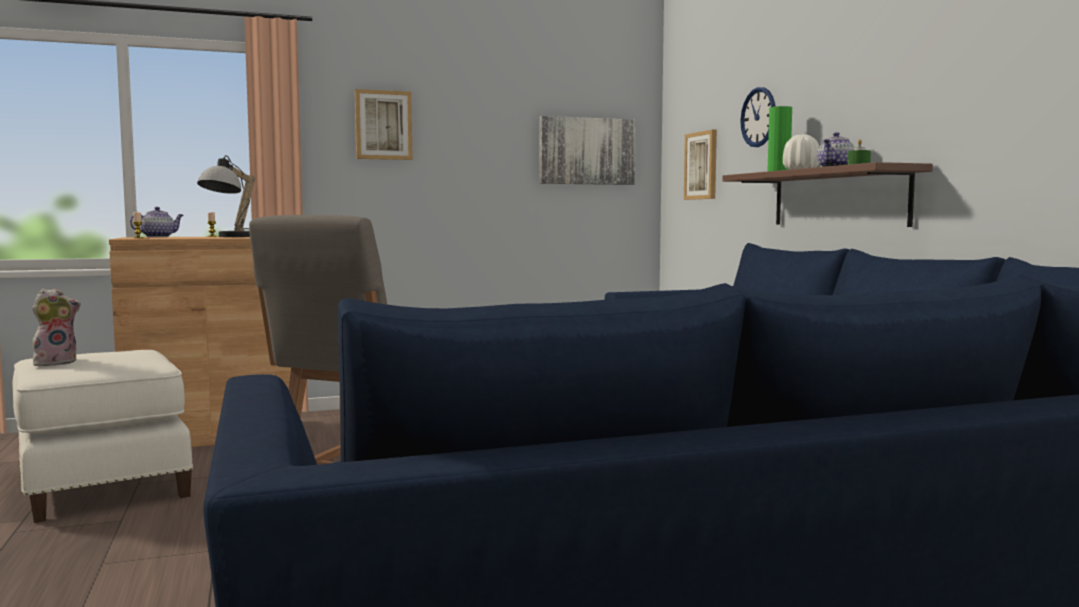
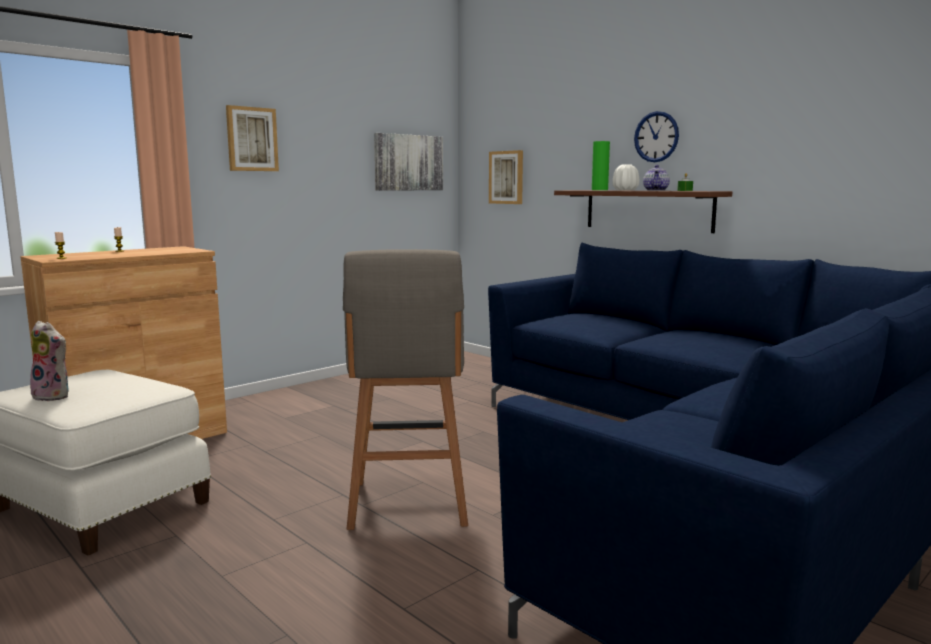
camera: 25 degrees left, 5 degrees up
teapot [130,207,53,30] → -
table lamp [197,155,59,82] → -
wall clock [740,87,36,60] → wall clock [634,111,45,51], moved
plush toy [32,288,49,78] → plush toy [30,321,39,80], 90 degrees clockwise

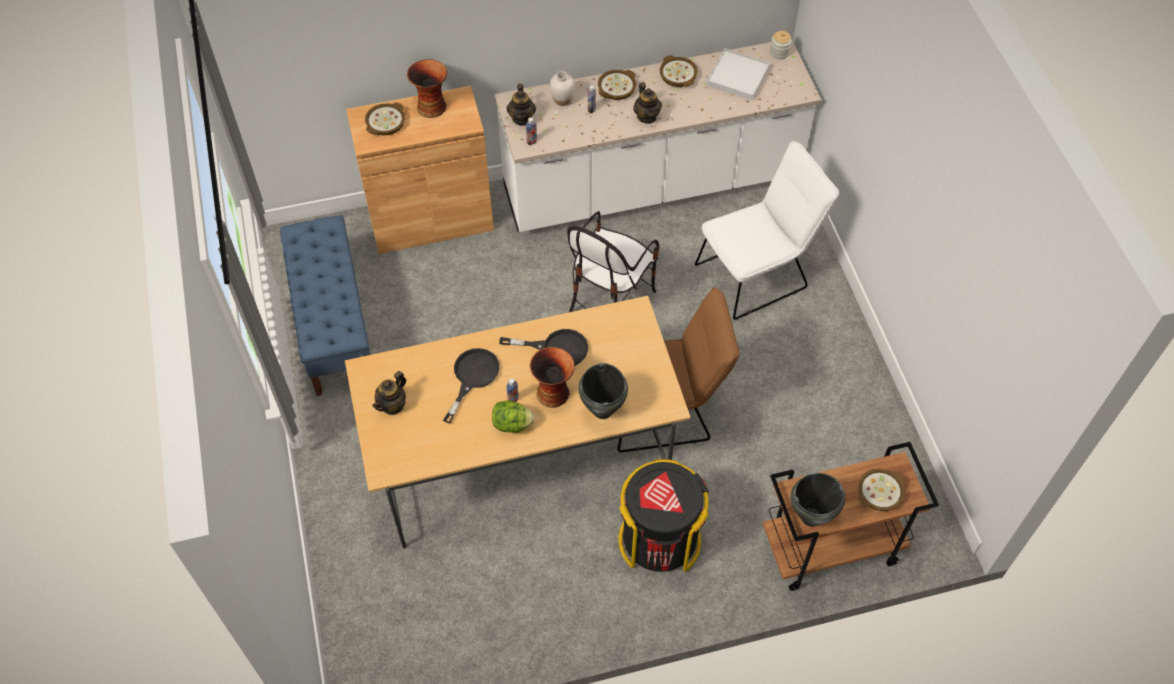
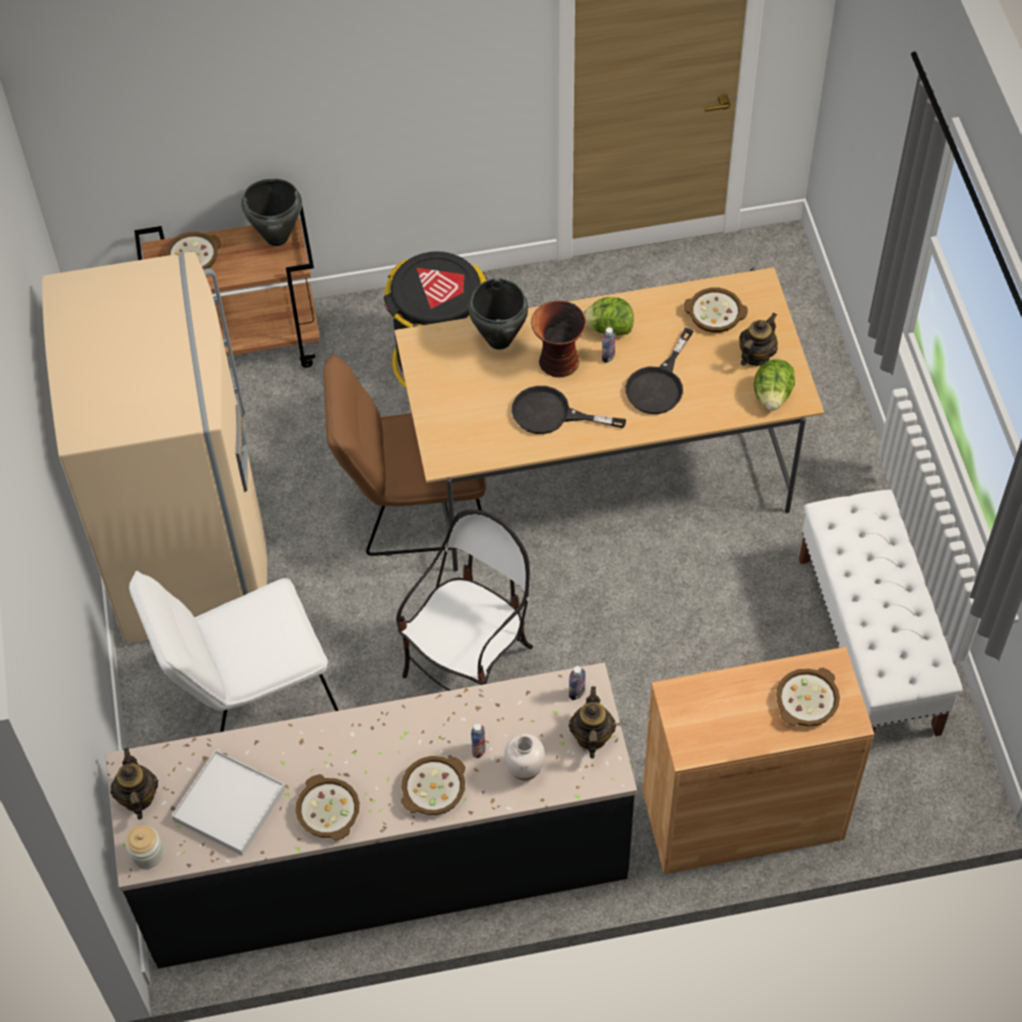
camera: 175 degrees left, 0 degrees up
vase [407,59,40,59] → -
- → beige fridge [42,252,225,392]
- → bowl [684,288,64,45]
- → lettuce [754,359,41,52]
teapot [633,82,29,42] → teapot [110,748,48,72], moved
blue bench [280,215,90,181] → white bench [799,489,164,247]
white counter [495,41,326,191] → black counter [105,663,532,306]

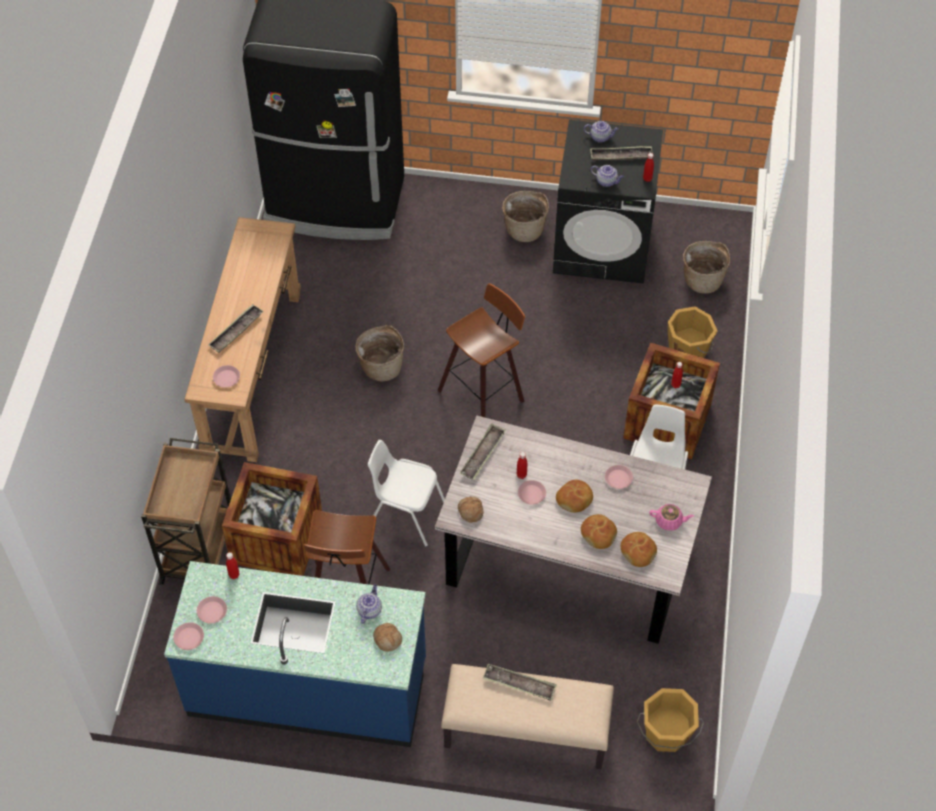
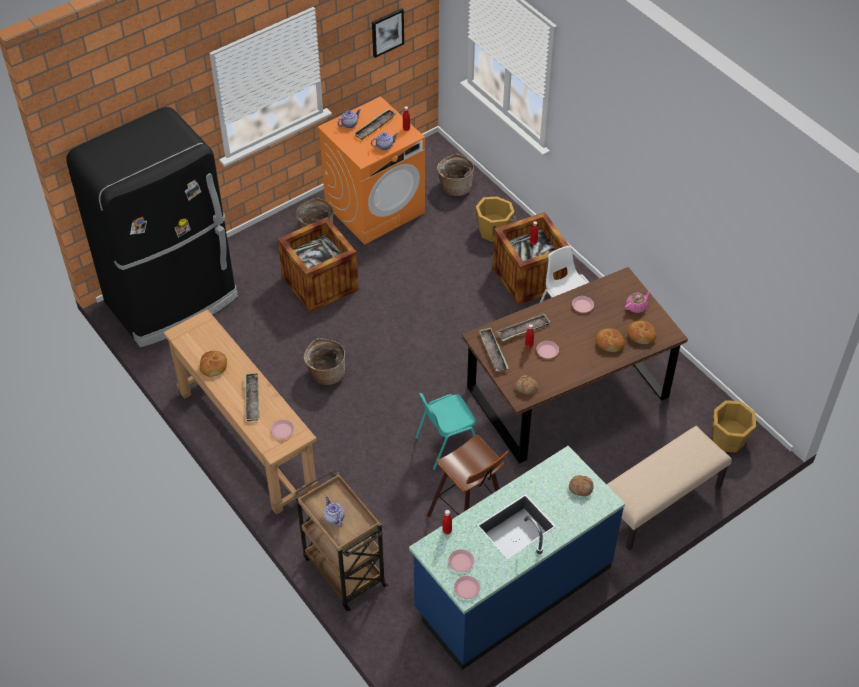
camera: 45 degrees left, 5 degrees down
stool [437,283,88,134] → -
- → picture [372,8,32,50]
crate [222,462,100,114] → crate [278,217,81,96], moved
teapot [356,584,26,40] → teapot [323,497,22,30], moved
tray [483,664,74,37] → tray [496,313,54,28], moved
bread [556,480,37,32] → bread [200,351,27,26], moved
white chair [368,440,77,107] → turquoise chair [415,393,61,77]
grey dining table [435,415,277,229] → brown dining table [462,267,226,196]
black washing machine [553,119,110,165] → orange washing machine [318,96,107,149]

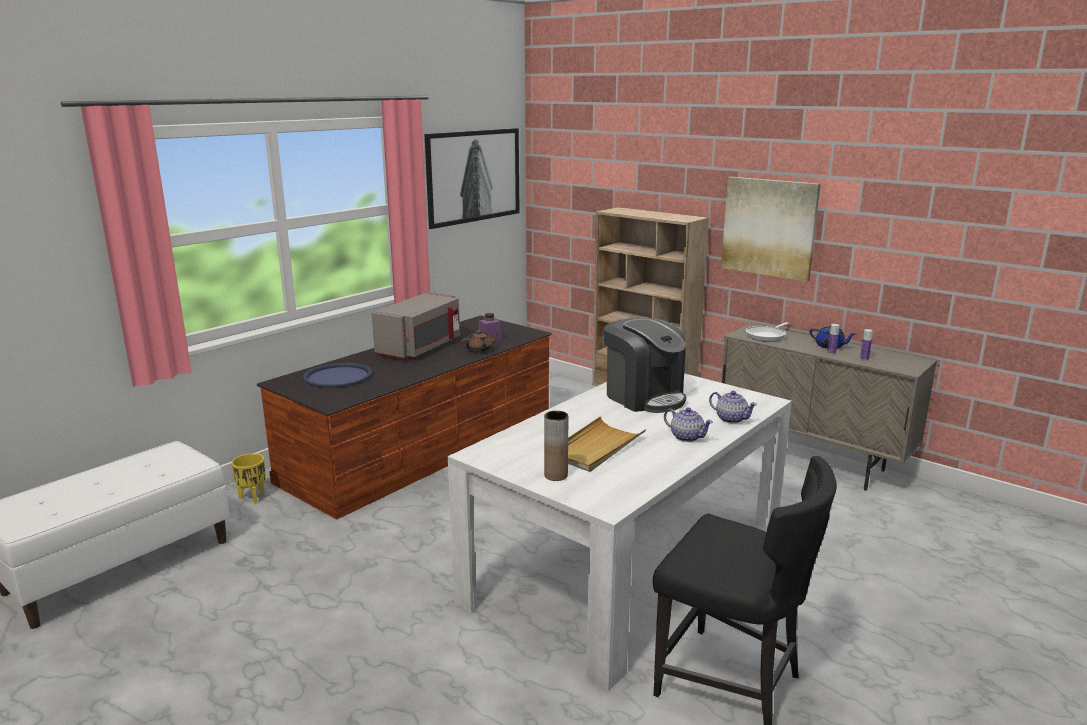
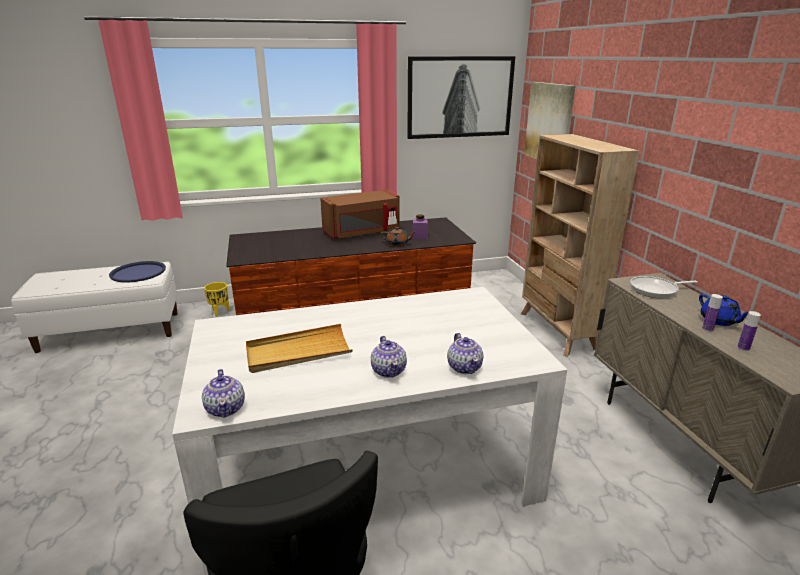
camera: 35 degrees right, 5 degrees up
brown vase [544,411,25,70] → -
coffee machine [604,317,82,96] → -
- → teapot [202,369,43,48]
blue tray [303,363,69,25] → blue tray [109,261,57,21], moved
picture [721,177,100,105] → picture [524,82,51,78], moved
grey microwave [372,292,88,67] → brown microwave [320,190,80,49]

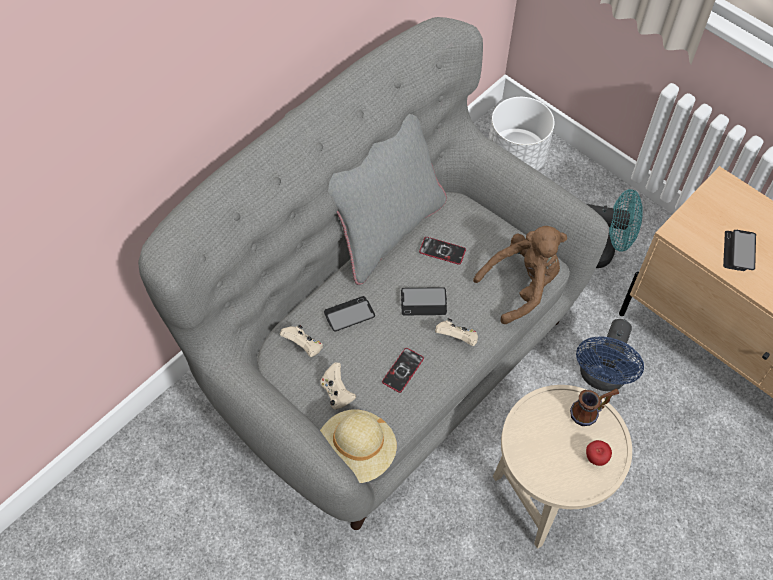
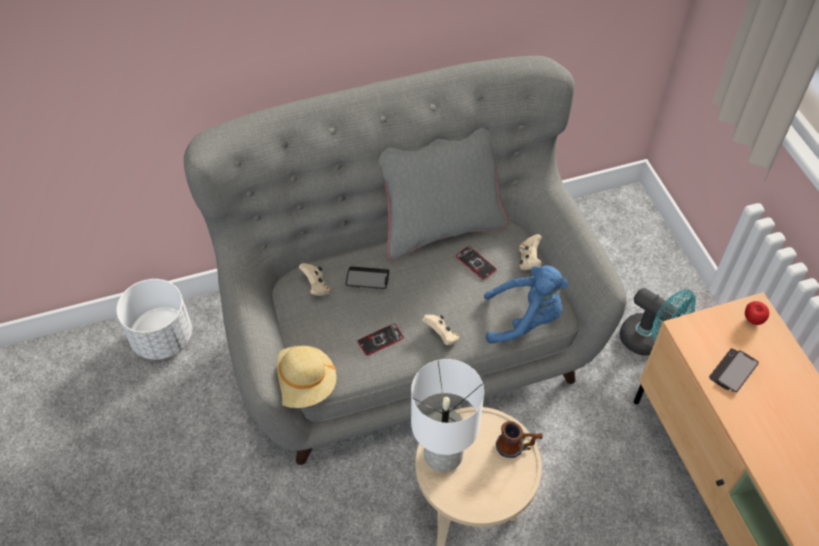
camera: 30 degrees right, 5 degrees down
phone [401,287,46,28] → -
blue fan [576,319,68,72] → -
- → white table lamp [411,359,73,113]
beige game controller [320,362,36,48] → beige game controller [519,234,23,36], moved
white planter [489,97,66,74] → white planter [116,279,76,81], moved
apple [586,440,26,26] → apple [745,301,24,24], moved
brown plush toy [473,226,94,98] → blue plush toy [484,265,84,79]

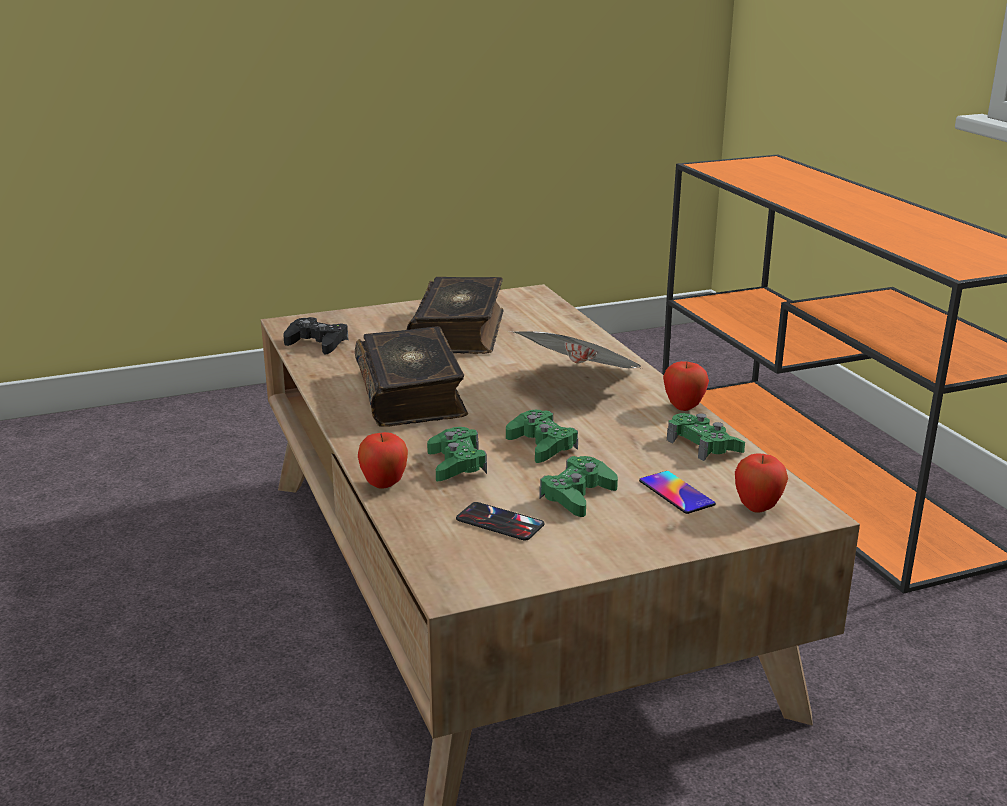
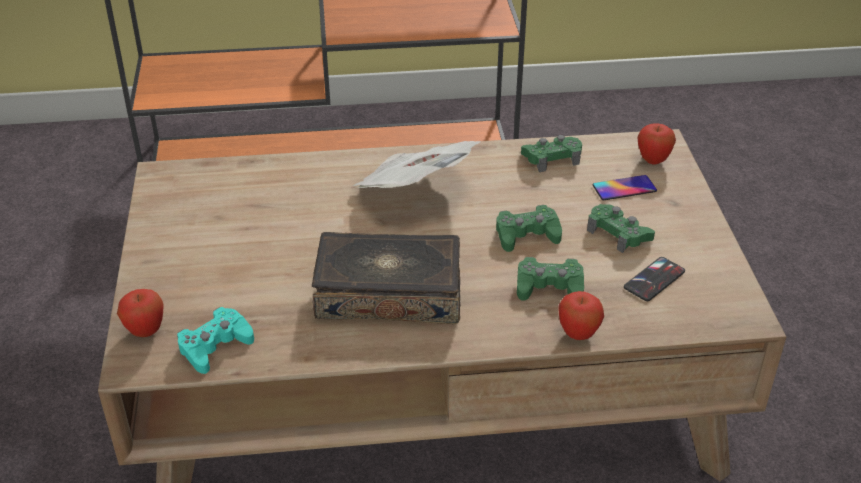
camera: 75 degrees left, 15 degrees up
book [407,277,97,77] → -
apple [663,361,46,50] → apple [117,289,47,48], moved
black game controller [283,317,65,38] → turquoise game controller [177,307,77,67]

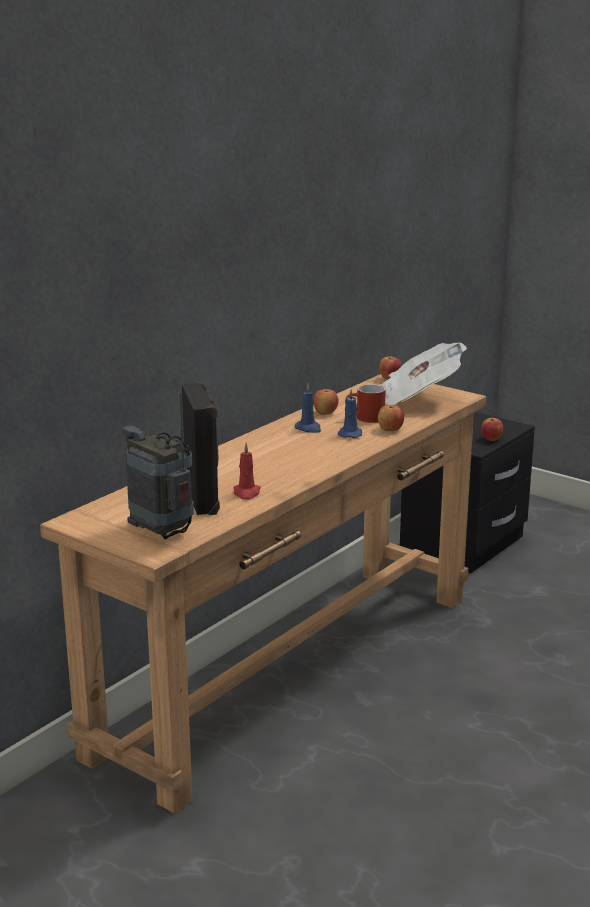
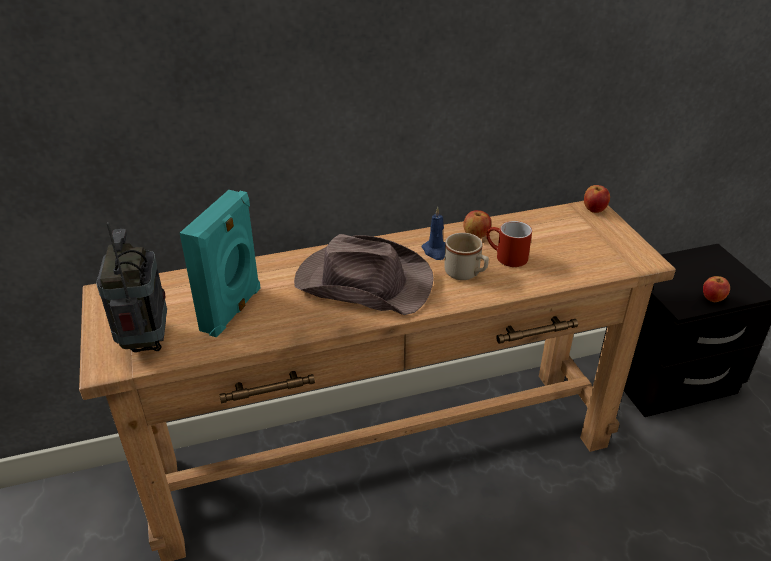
camera: 35 degrees right, 15 degrees up
red candle [234,443,27,57] → -
apple [378,405,26,26] → -
newspaper [380,343,87,62] → -
- → brown hat [294,234,140,81]
blue candle [338,389,24,49] → beige mug [444,233,45,47]
black speaker [182,381,38,134] → turquoise speaker [180,190,81,147]

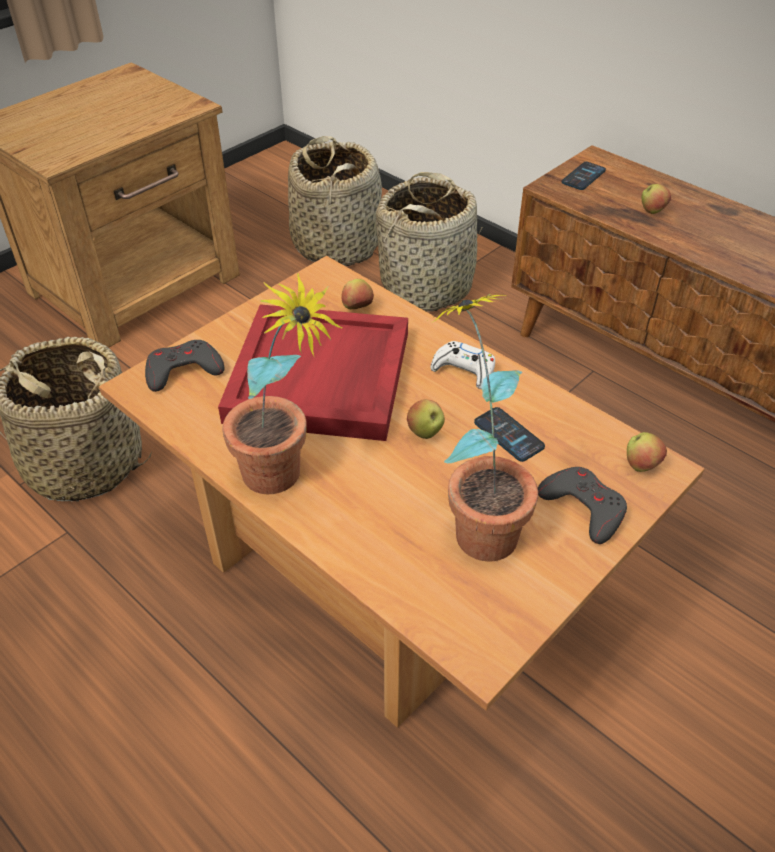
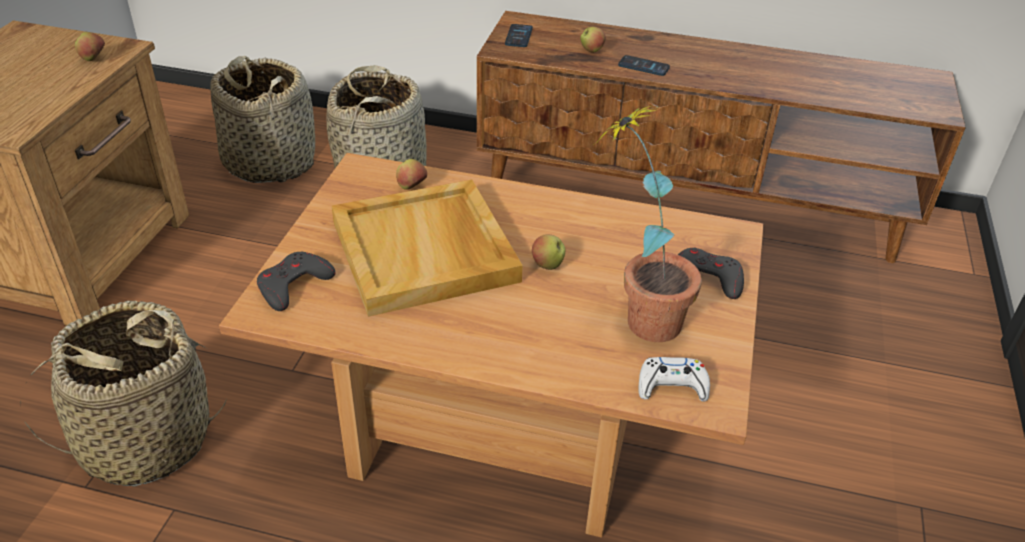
camera: 30 degrees left, 5 degrees down
potted plant [222,272,120,222] → -
white game controller [431,341,64,48] → white game controller [638,357,72,45], moved
phone [474,407,71,55] → phone [618,55,52,21], moved
apple [627,432,40,40] → apple [75,32,30,29], moved
red tray [218,304,190,137] → beige tray [332,180,191,137]

